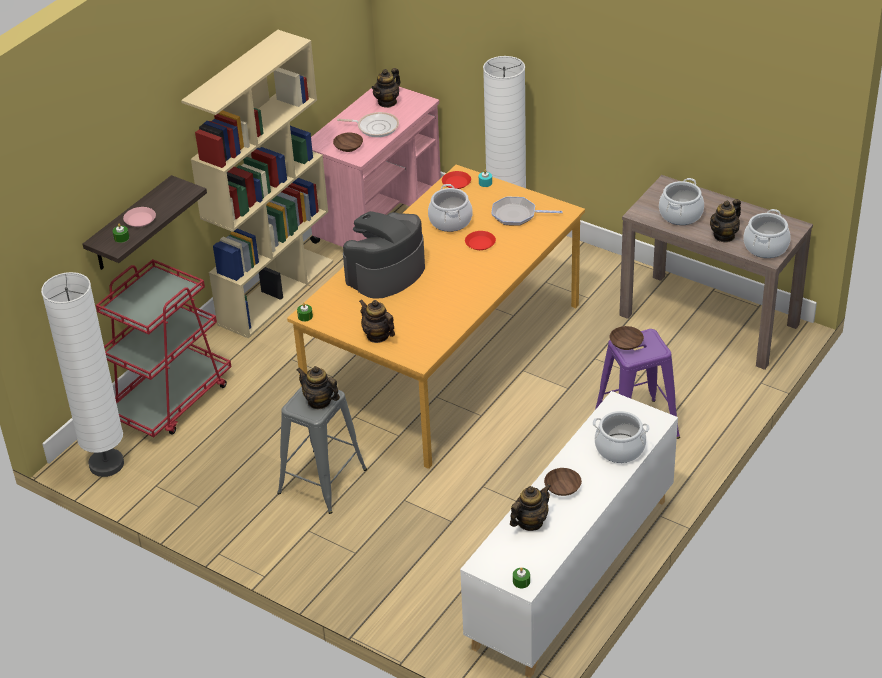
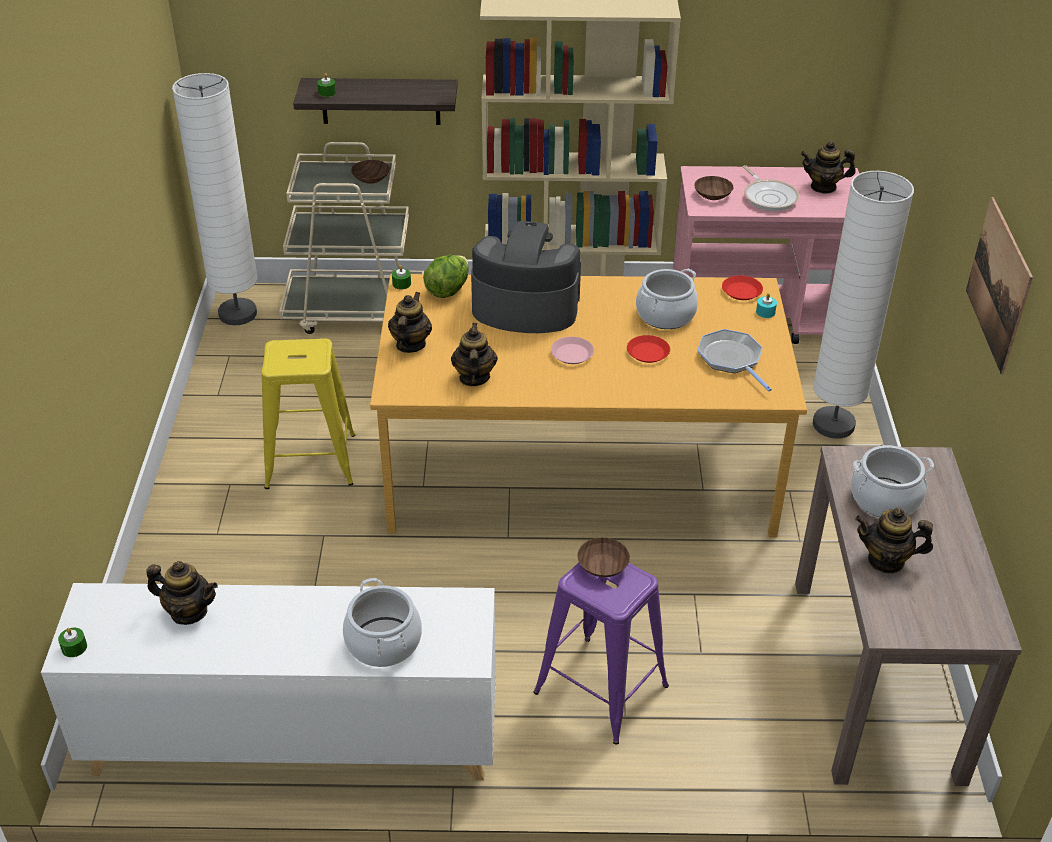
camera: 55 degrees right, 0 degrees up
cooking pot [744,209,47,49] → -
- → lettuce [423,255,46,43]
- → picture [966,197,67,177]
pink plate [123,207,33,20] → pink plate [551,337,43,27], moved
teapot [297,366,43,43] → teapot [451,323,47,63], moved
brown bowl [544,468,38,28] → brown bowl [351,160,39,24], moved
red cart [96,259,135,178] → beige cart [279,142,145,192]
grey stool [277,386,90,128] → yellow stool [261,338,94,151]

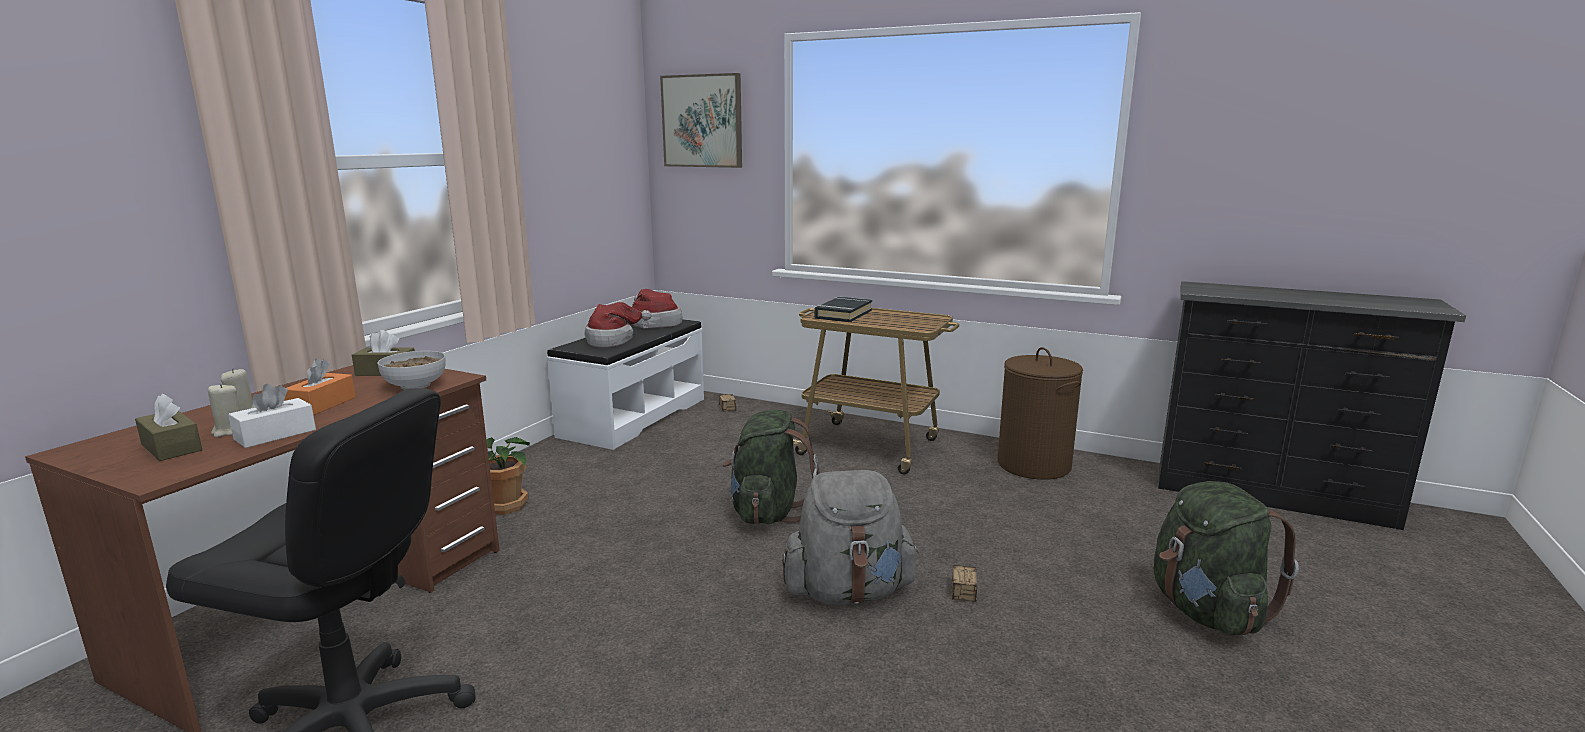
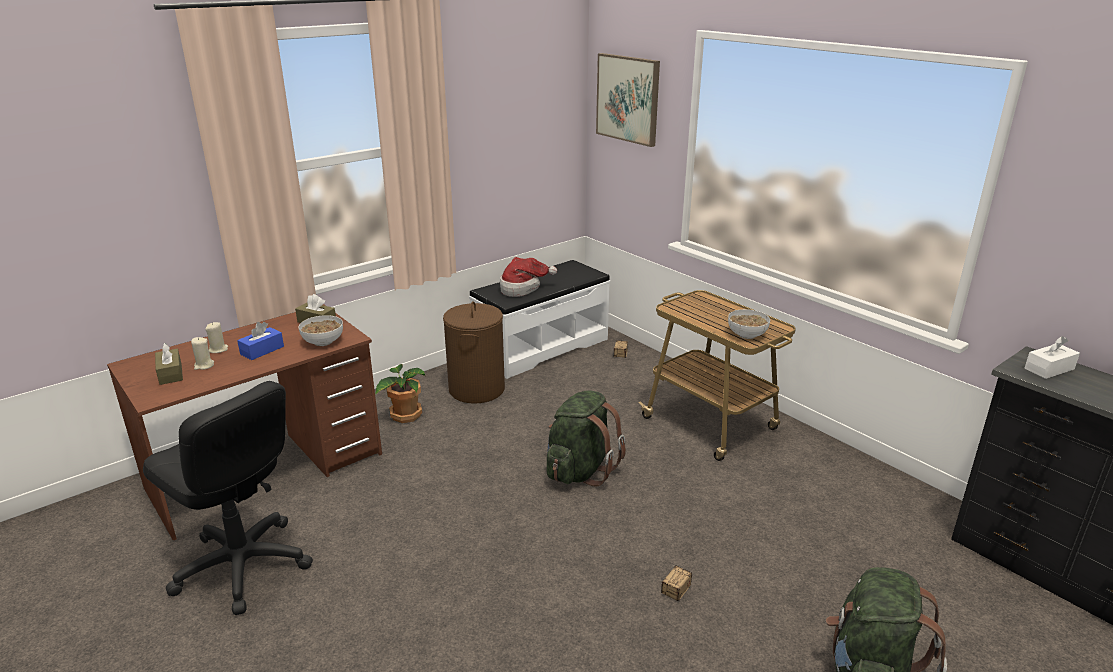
camera: 25 degrees right, 10 degrees up
hat [632,289,51,39] → -
grey backpack [782,470,137,135] → -
black book [815,297,58,25] → -
- → bowl [728,309,42,30]
white tissue box [228,384,88,64] → white tissue box [1025,336,55,43], moved
brown laundry basket [997,347,86,133] → brown laundry basket [443,301,62,103], moved
orange tissue box [284,358,72,57] → blue tissue box [237,322,47,38]

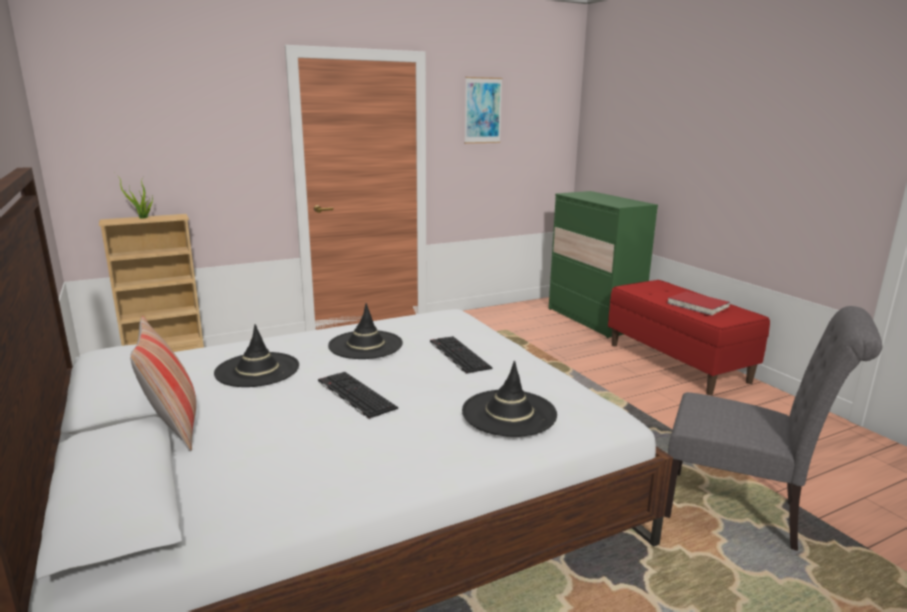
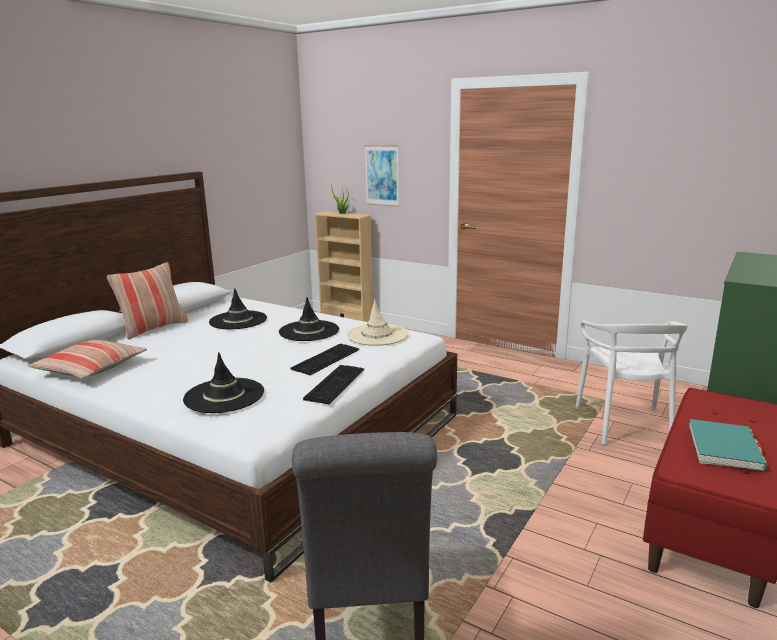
camera: 60 degrees right, 0 degrees up
- → pillow [28,339,119,40]
- → beige hat [347,300,61,46]
- → white chair [575,321,113,124]
keyboard [318,372,80,47] → keyboard [303,365,61,39], moved
picture [464,77,39,67] → picture [365,145,34,62], moved
red book [668,291,62,24] → turquoise book [689,419,78,52]

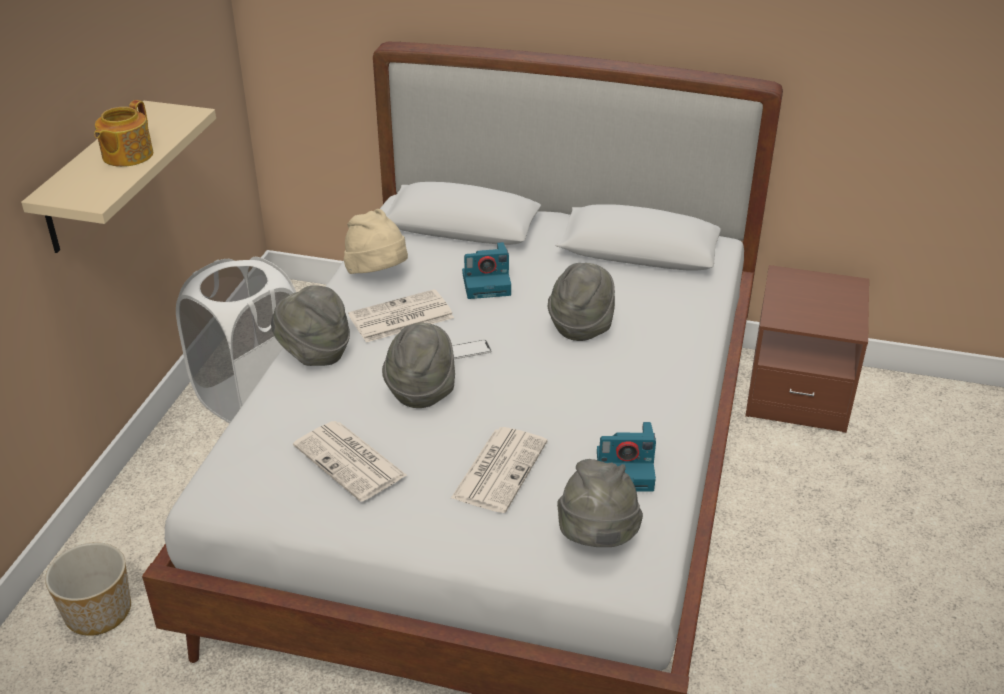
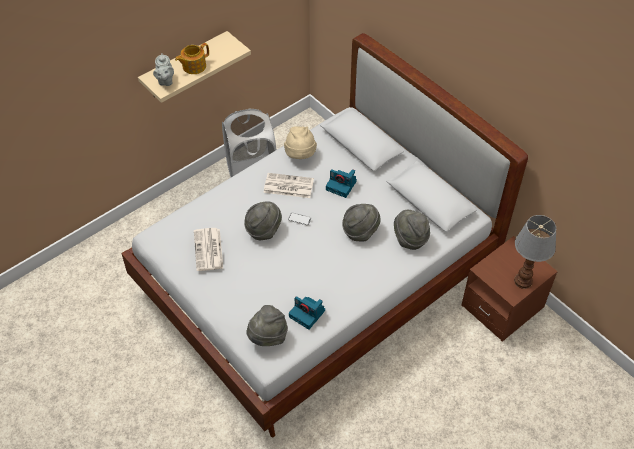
camera: 35 degrees right, 15 degrees up
planter [45,542,86,94] → -
newspaper [451,427,96,86] → -
- → grey teapot [153,53,21,33]
- → table lamp [514,215,42,74]
grey hat [271,286,79,80] → grey hat [394,210,36,40], moved

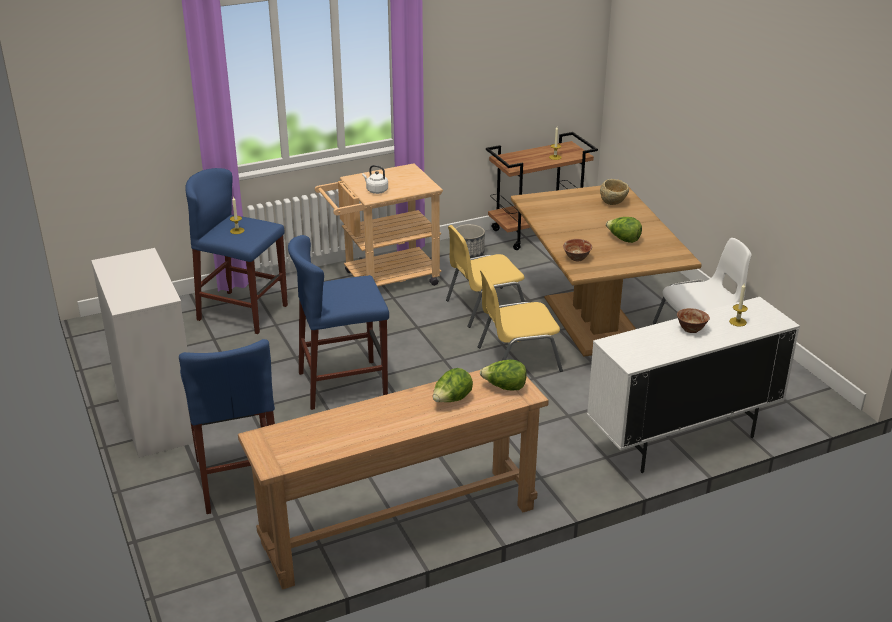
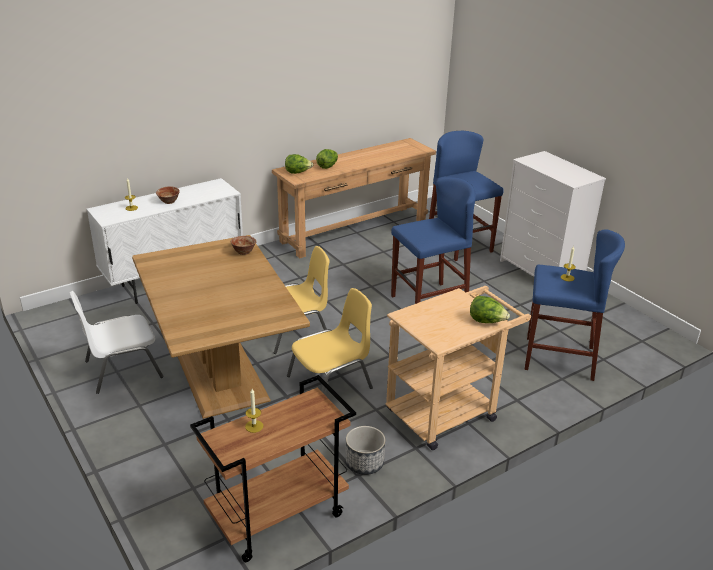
camera: 170 degrees right, 0 degrees up
white kettle [362,165,26,29] → -
beige bowl [600,179,29,26] → -
lettuce [606,217,36,26] → lettuce [470,296,40,27], moved

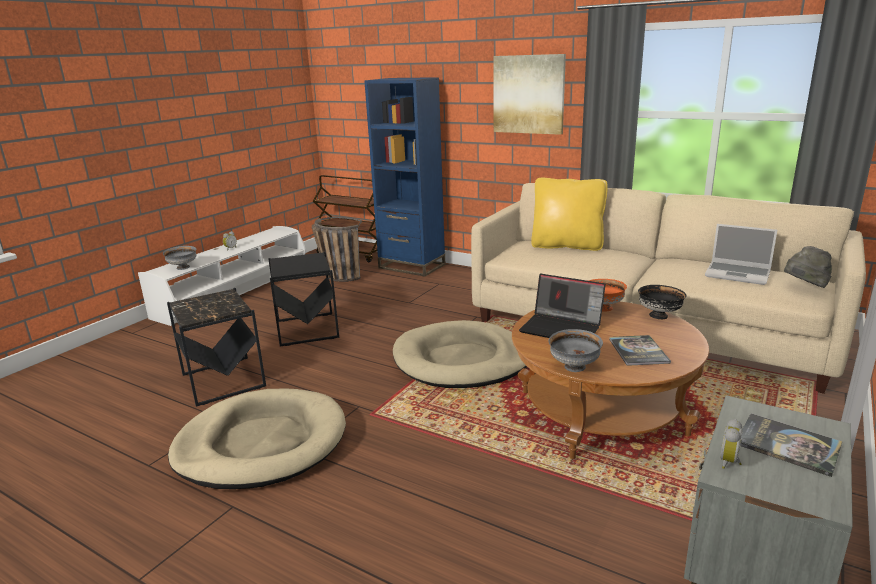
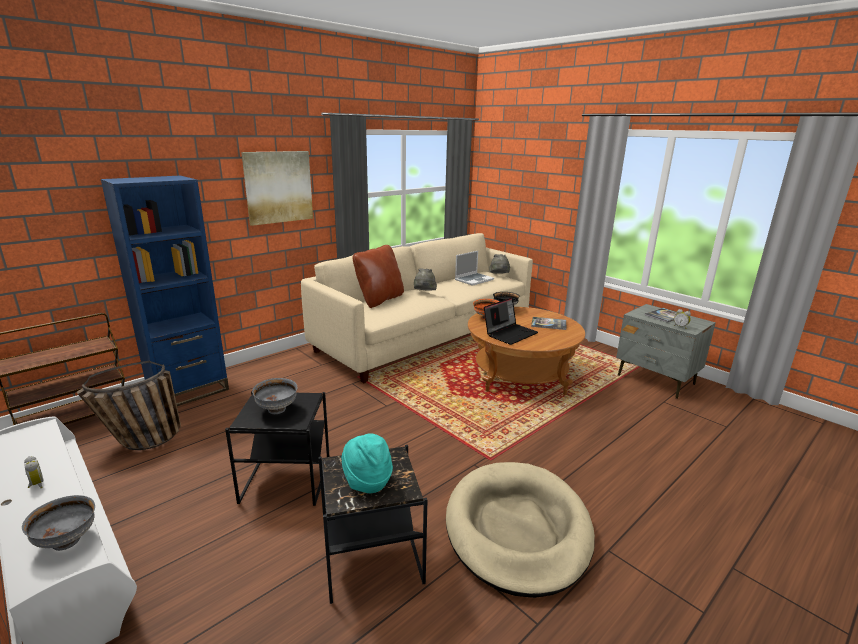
camera: 75 degrees left, 0 degrees up
beige dog bed [393,320,134,68] → -
- → turquoise hat [341,433,52,60]
- → grey hat [414,268,23,23]
grey bowl [548,329,55,43] → grey bowl [252,378,46,36], moved
yellow pillow [531,178,77,73] → brown pillow [353,245,51,63]

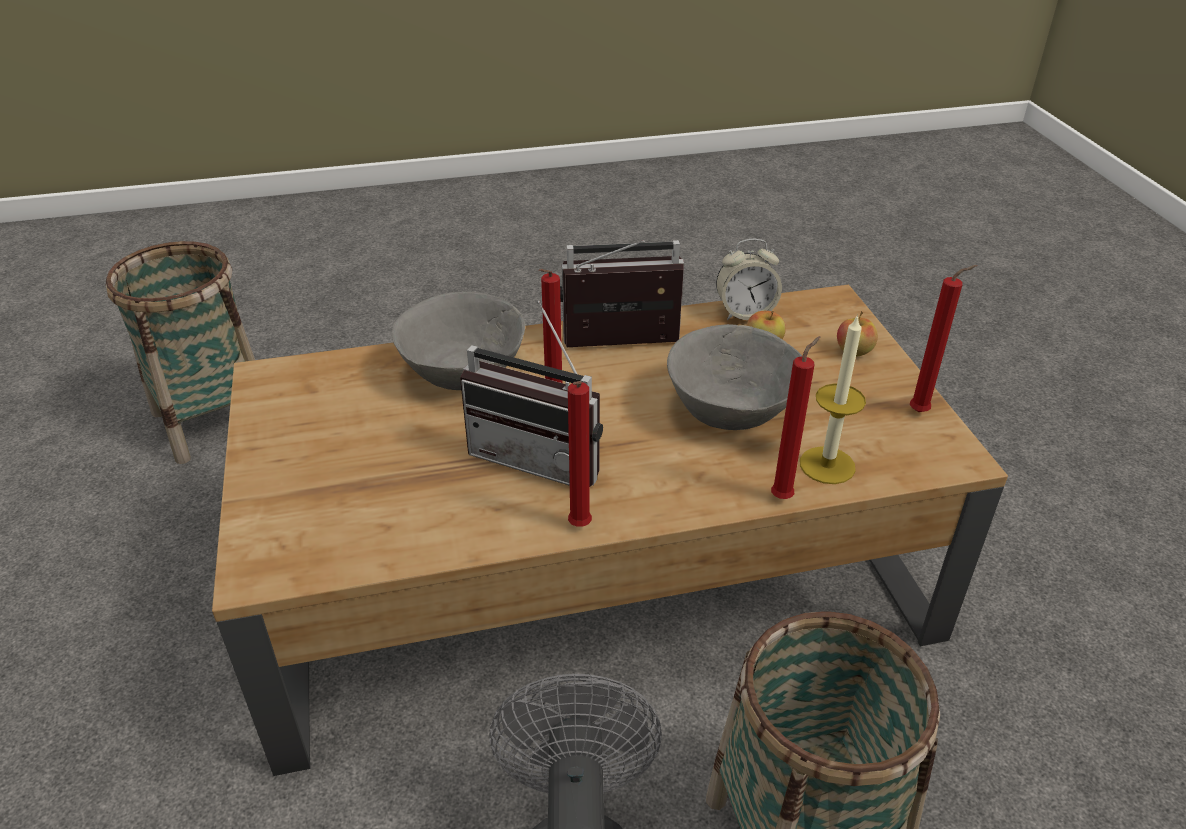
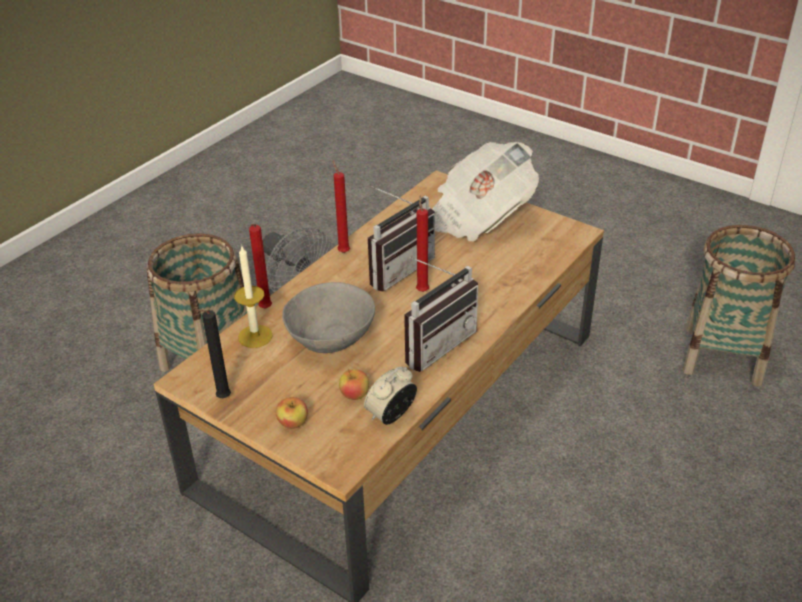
camera: 140 degrees right, 0 degrees up
grey bowl [392,292,133,98] → -
- → newspaper [432,142,107,100]
red candle [910,265,68,147] → black candle [195,309,36,89]
radio [460,301,143,187] → radio [368,186,67,106], 150 degrees clockwise

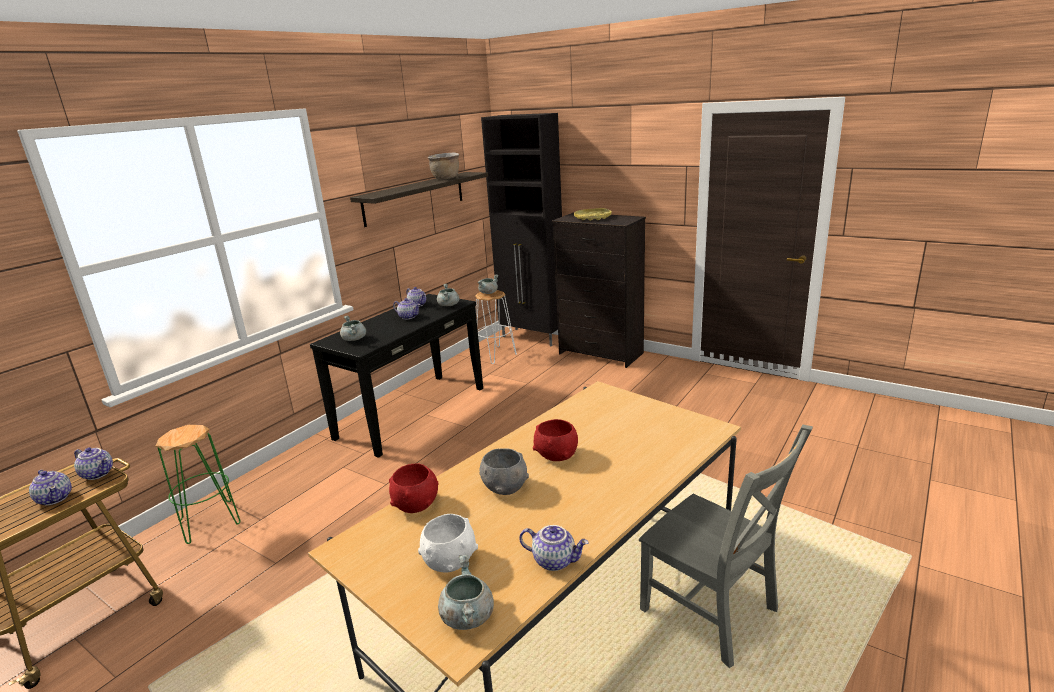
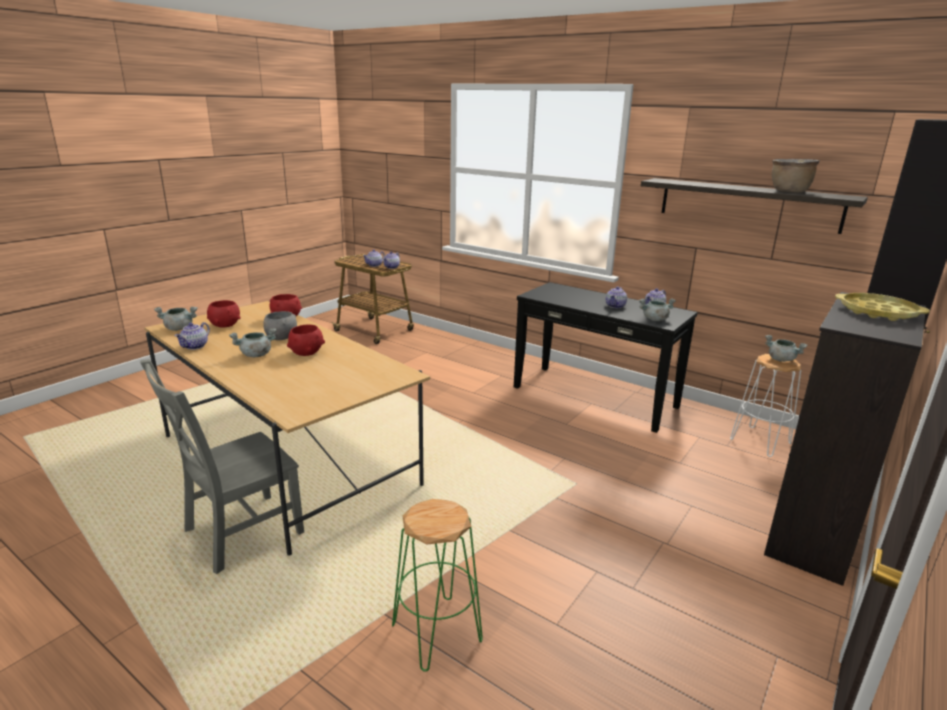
camera: 90 degrees right, 0 degrees up
green stool [156,425,84,119] → green stool [392,499,91,173], moved
grey cooking pot [340,315,26,26] → grey cooking pot [229,328,48,29], moved
white bowl [418,514,60,59] → red bowl [207,300,33,28]

